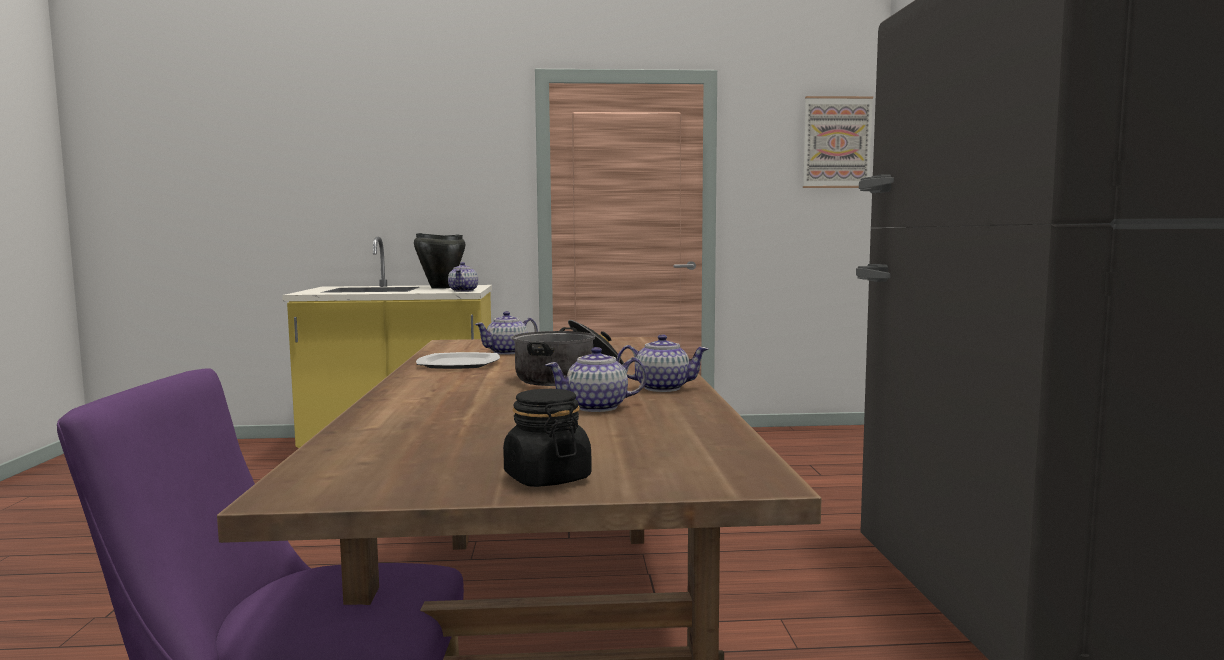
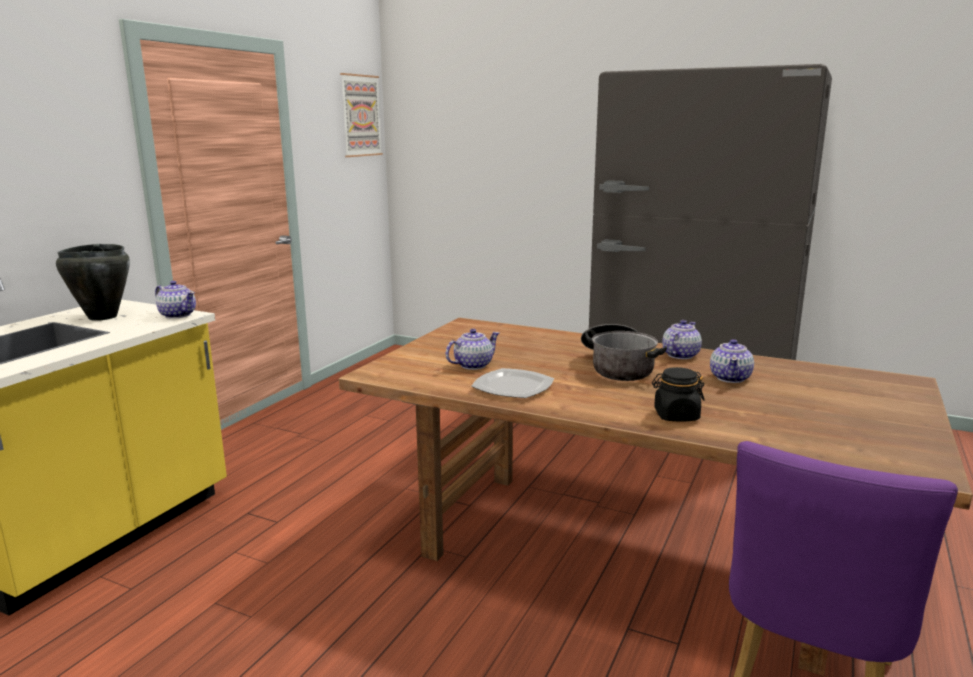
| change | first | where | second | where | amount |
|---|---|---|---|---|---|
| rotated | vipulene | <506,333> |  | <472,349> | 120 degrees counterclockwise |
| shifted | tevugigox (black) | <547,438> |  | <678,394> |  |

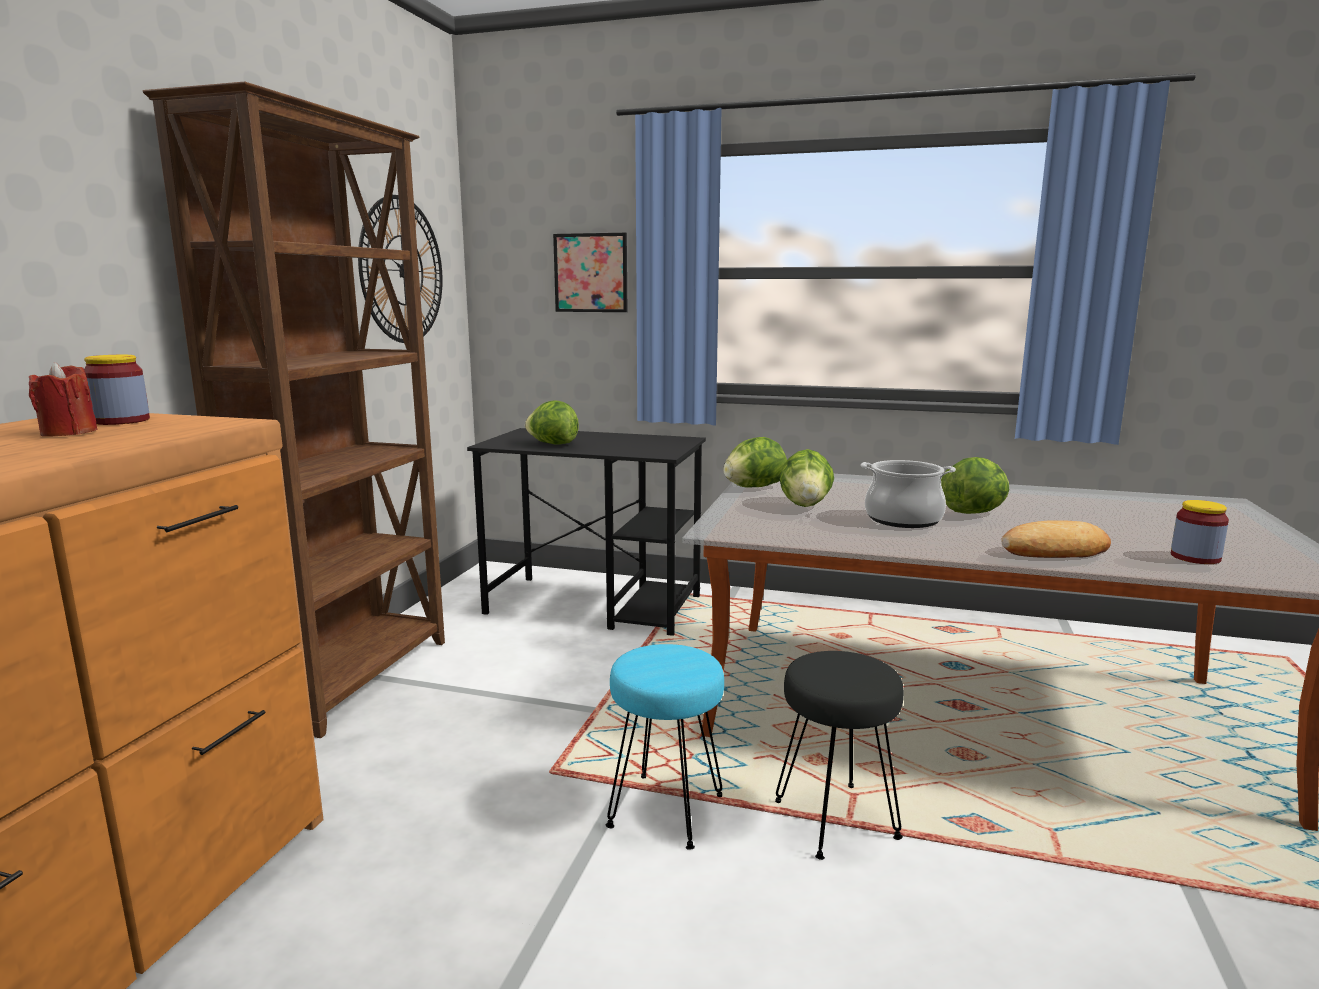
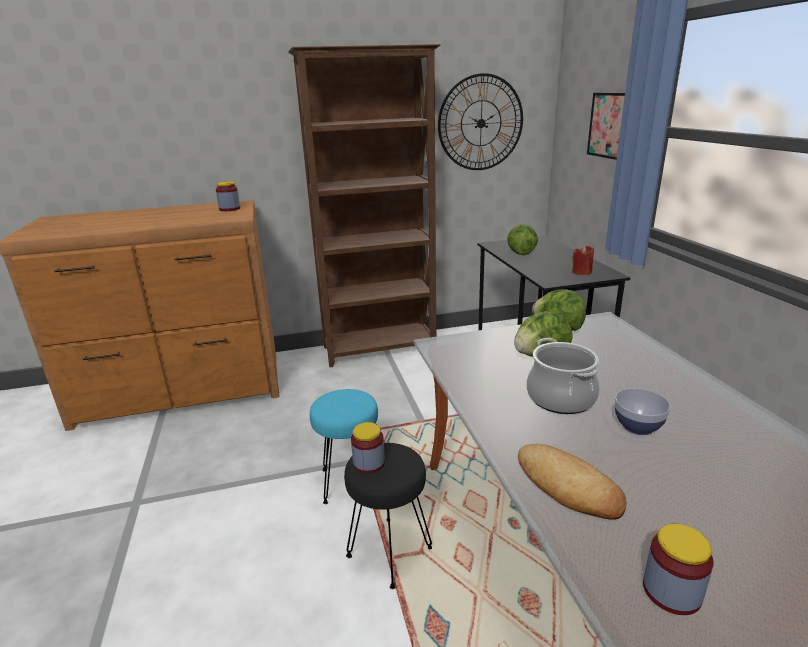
| change | first | where | second | where | amount |
|---|---|---|---|---|---|
| new |  |  | tevugigox | <368,448> |  |
| shifted | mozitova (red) | <63,399> |  | <583,260> |  |
| swapped | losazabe | <975,485> | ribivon | <642,411> |  |

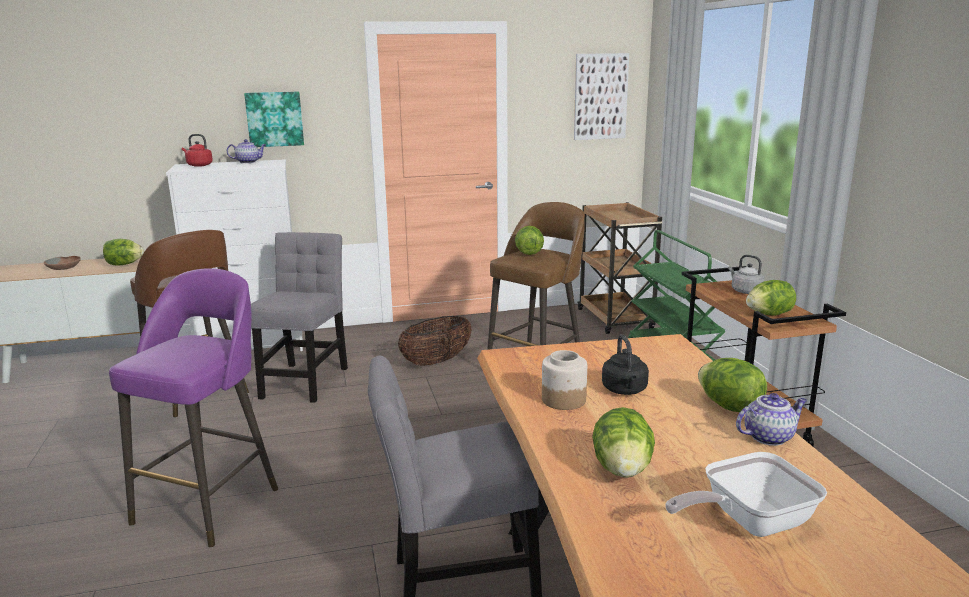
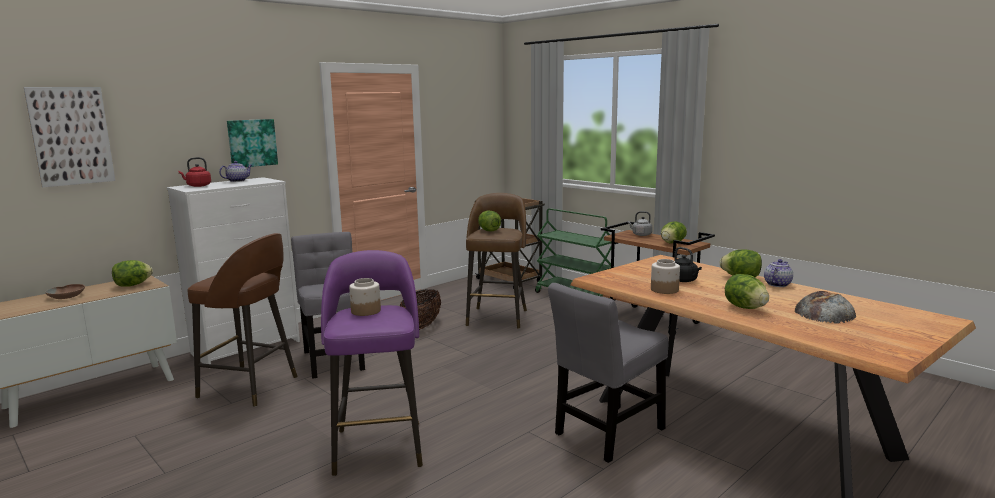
| change | first | where | second | where | amount |
|---|---|---|---|---|---|
| shifted | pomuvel | <601,96> |  | <69,137> |  |
| new |  |  | tevugigox | <365,297> |  |
| swapped | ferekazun | <746,494> | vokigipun | <825,307> |  |

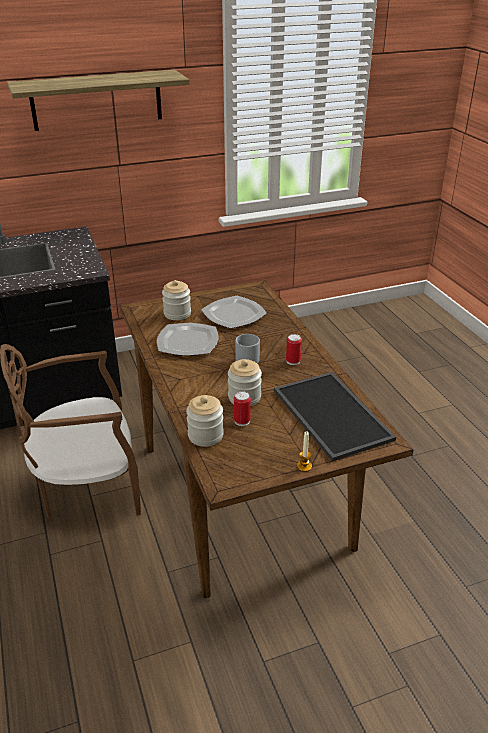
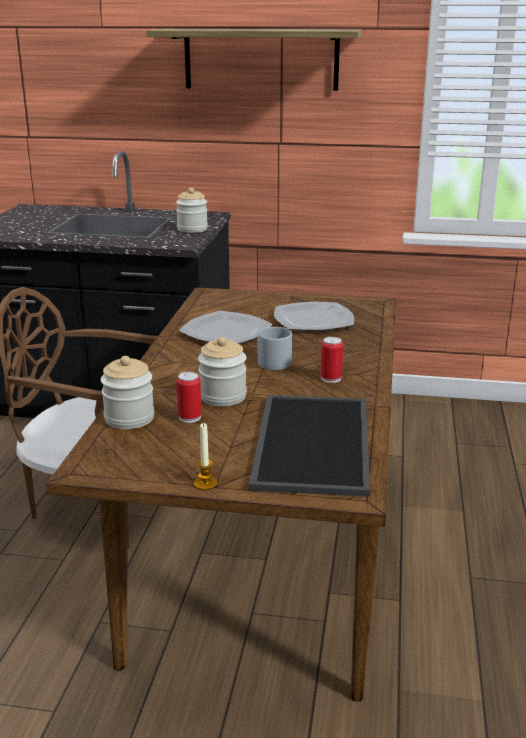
| change | first | where | second | where | amount |
|---|---|---|---|---|---|
| shifted | tevugigox | <176,300> |  | <192,210> |  |

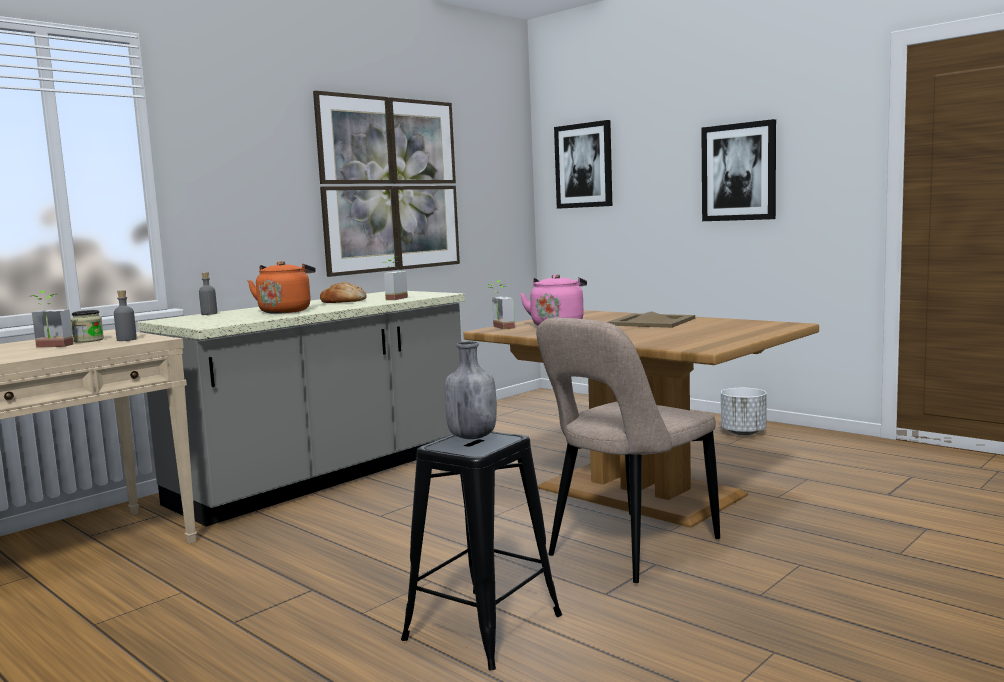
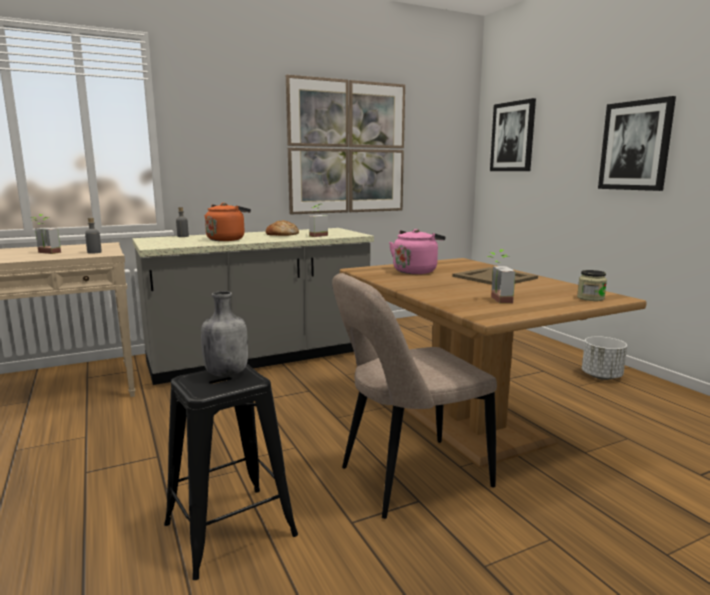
| change | first | where | second | where | amount |
|---|---|---|---|---|---|
| shifted | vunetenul | <501,304> |  | <501,276> |  |
| shifted | tevugigox | <87,326> |  | <592,285> |  |

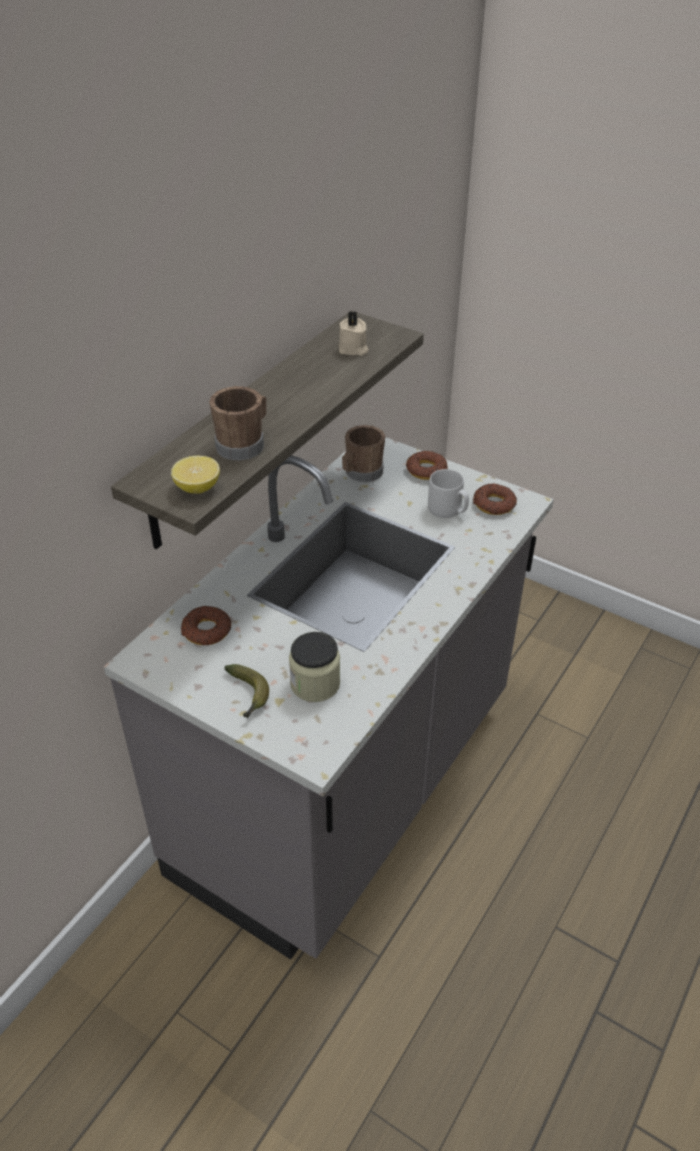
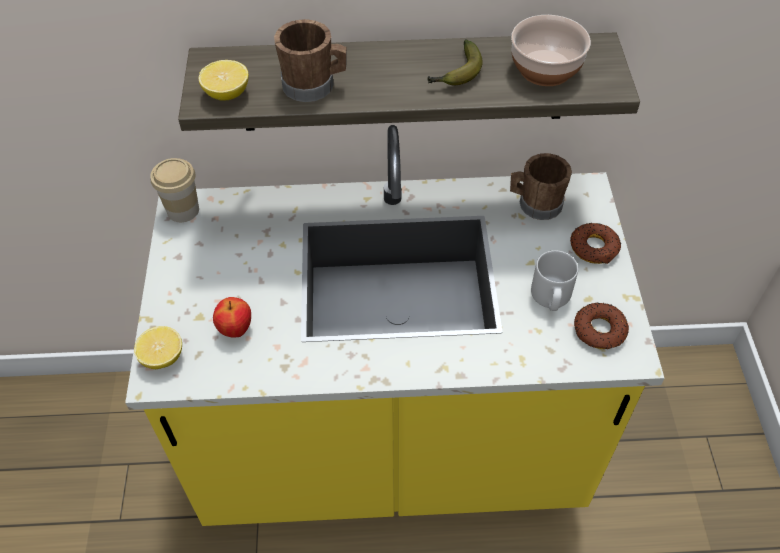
| change | first | where | second | where | amount |
|---|---|---|---|---|---|
| repainted | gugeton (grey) | <329,698> | gugeton (yellow) | <394,325> |  |
| new |  |  | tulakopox | <158,347> |  |
| new |  |  | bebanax | <174,190> |  |
| swapped | tevugigox | <314,667> | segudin | <232,317> |  |
| shifted | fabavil | <246,691> |  | <455,62> |  |
| swapped | mozitova (beige) | <353,333> | ribivon | <551,50> |  |
| gone | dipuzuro | <206,625> |  |  |  |

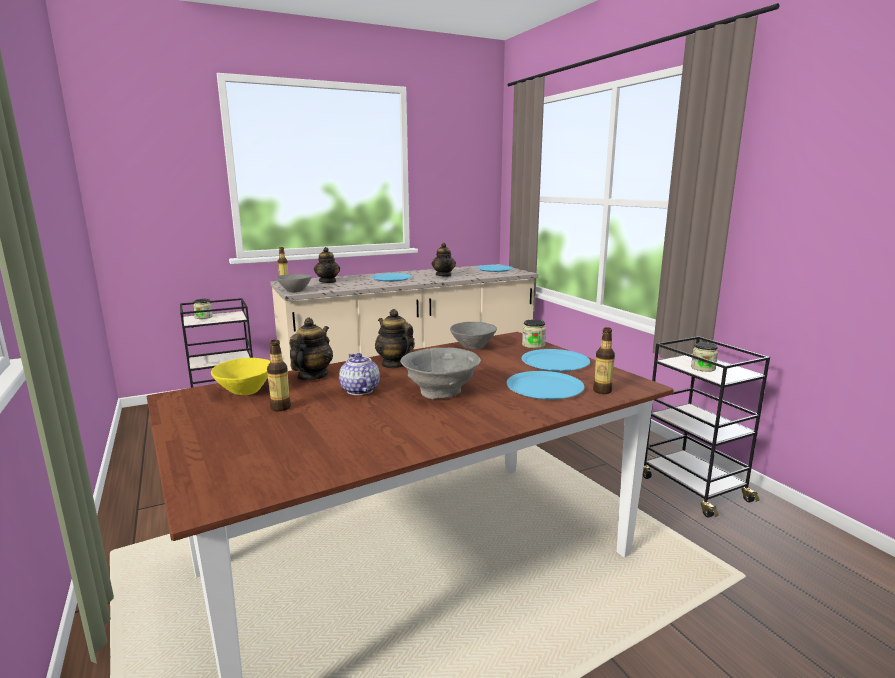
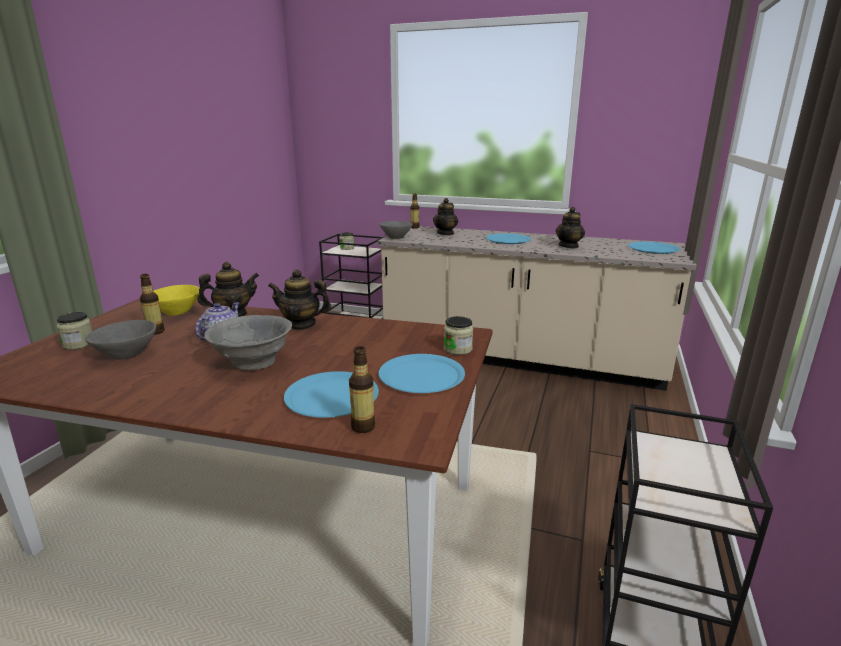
| change | first | where | second | where | amount |
|---|---|---|---|---|---|
| shifted | tevugigox | <704,357> |  | <74,331> |  |
| shifted | ribivon (grey) | <473,336> |  | <120,340> |  |
| rotated | vipulene | <395,339> |  | <299,299> | 90 degrees counterclockwise |

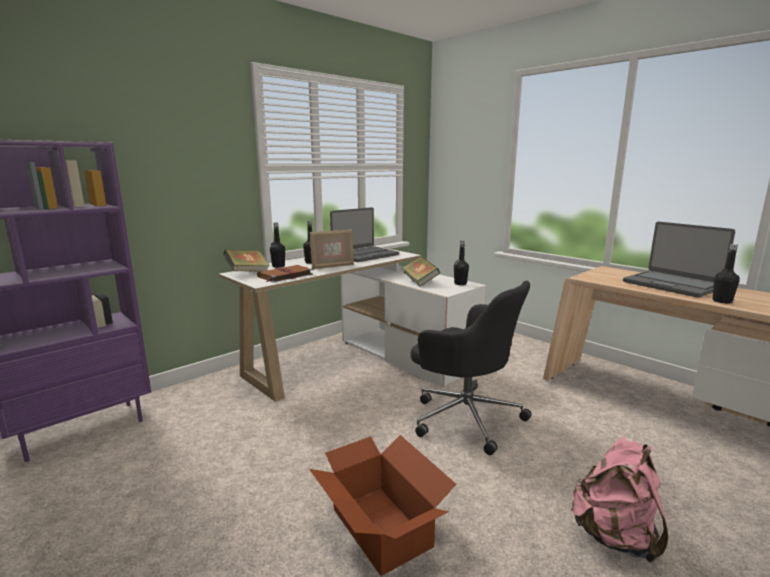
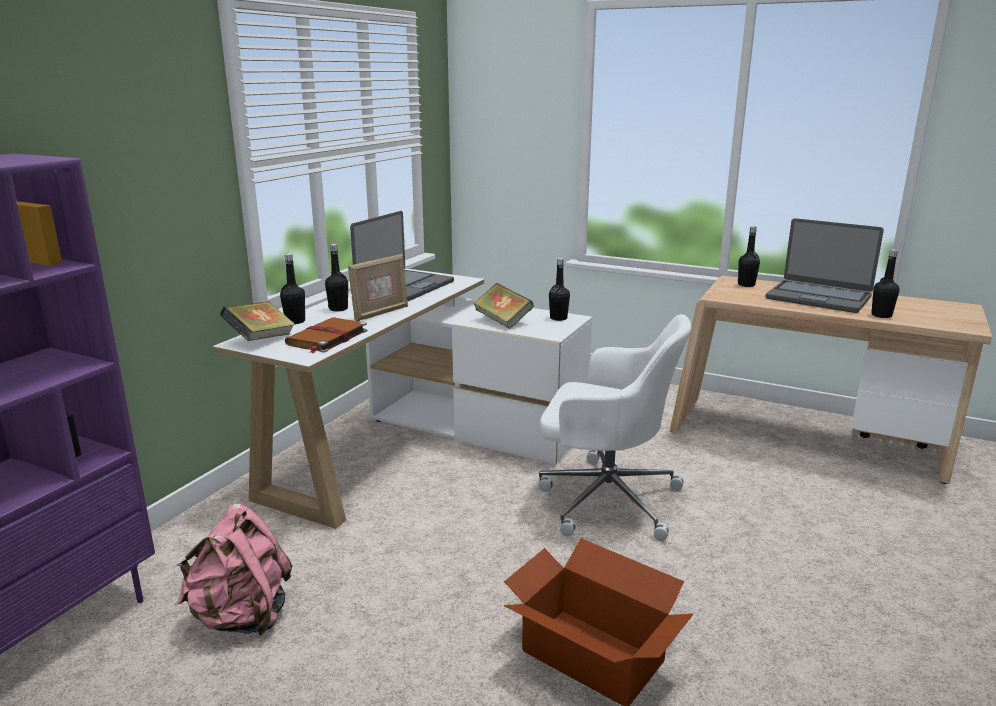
| change | first | where | second | where | amount |
|---|---|---|---|---|---|
| shifted | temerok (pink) | <619,500> |  | <234,570> |  |
| repainted | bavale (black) | <471,368> | bavale (white) | <615,427> |  |
| new |  |  | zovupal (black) | <749,256> |  |

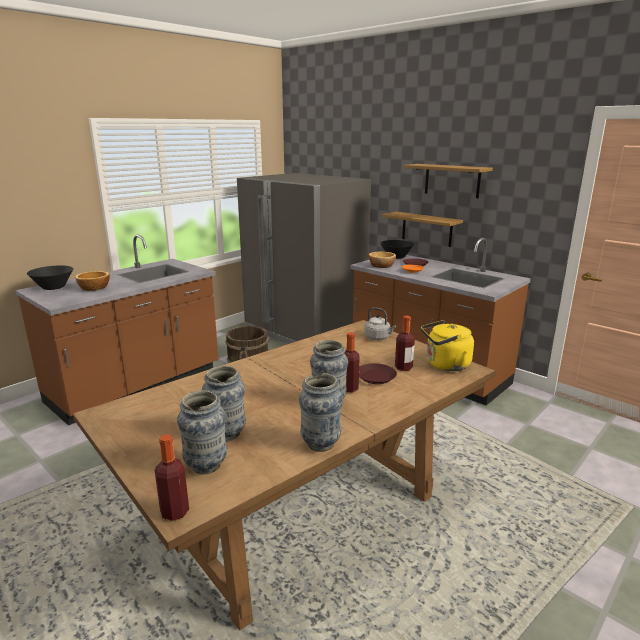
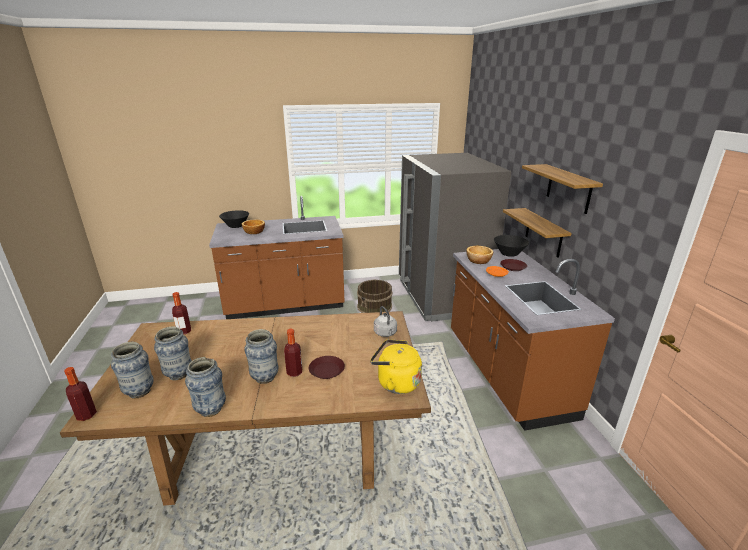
| change | first | where | second | where | amount |
|---|---|---|---|---|---|
| shifted | zovupal | <405,343> |  | <181,313> |  |

